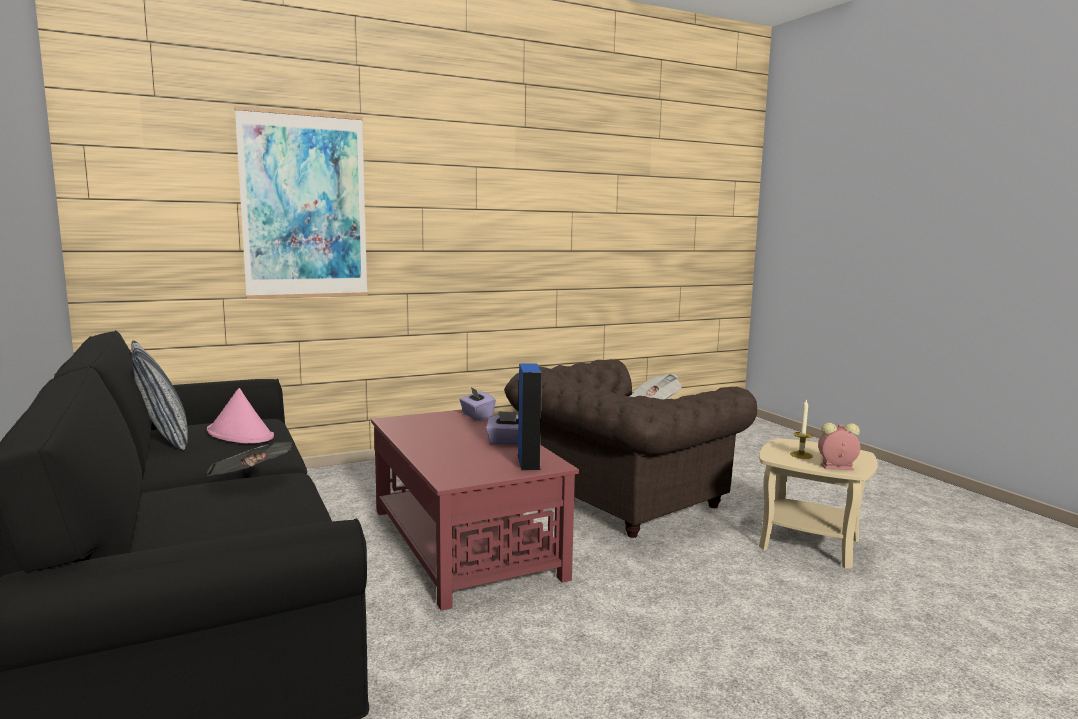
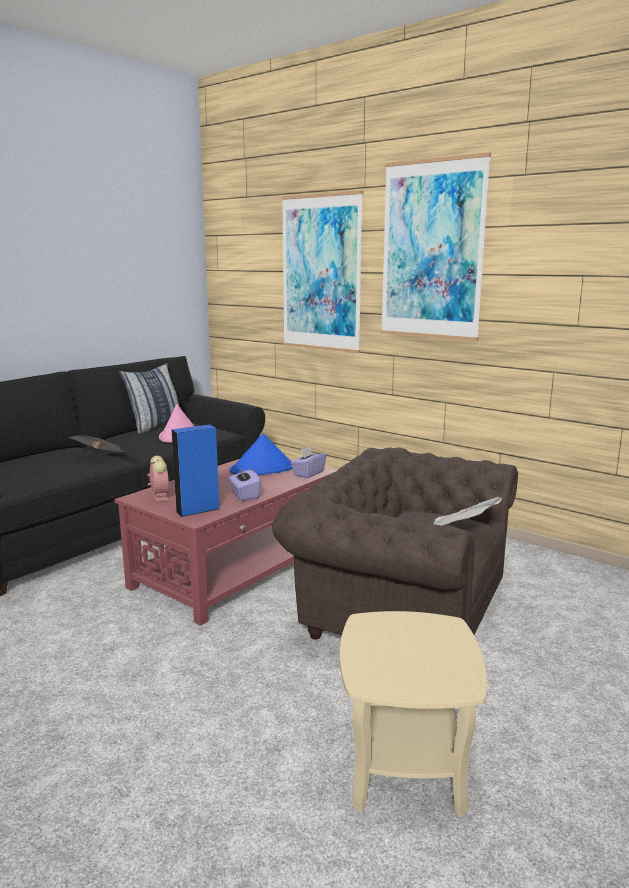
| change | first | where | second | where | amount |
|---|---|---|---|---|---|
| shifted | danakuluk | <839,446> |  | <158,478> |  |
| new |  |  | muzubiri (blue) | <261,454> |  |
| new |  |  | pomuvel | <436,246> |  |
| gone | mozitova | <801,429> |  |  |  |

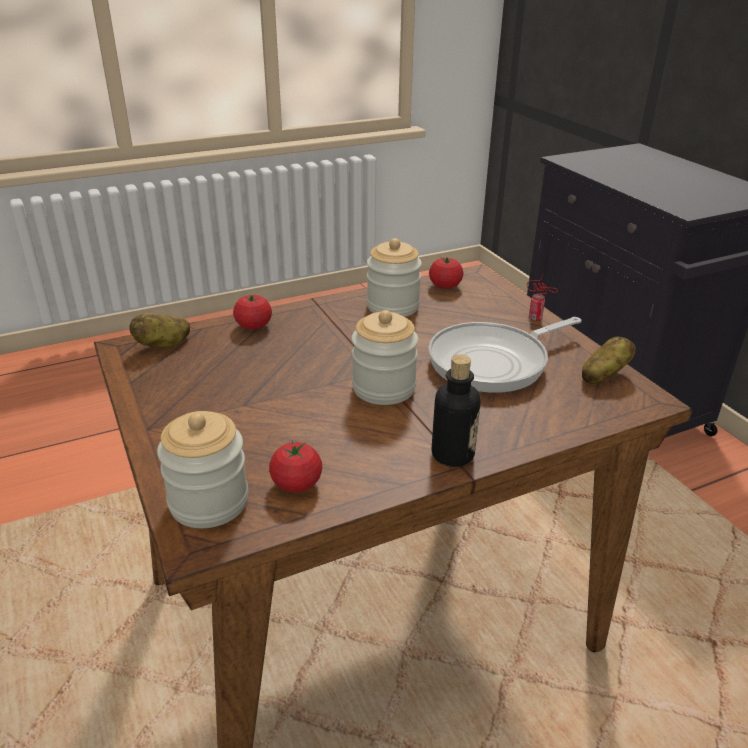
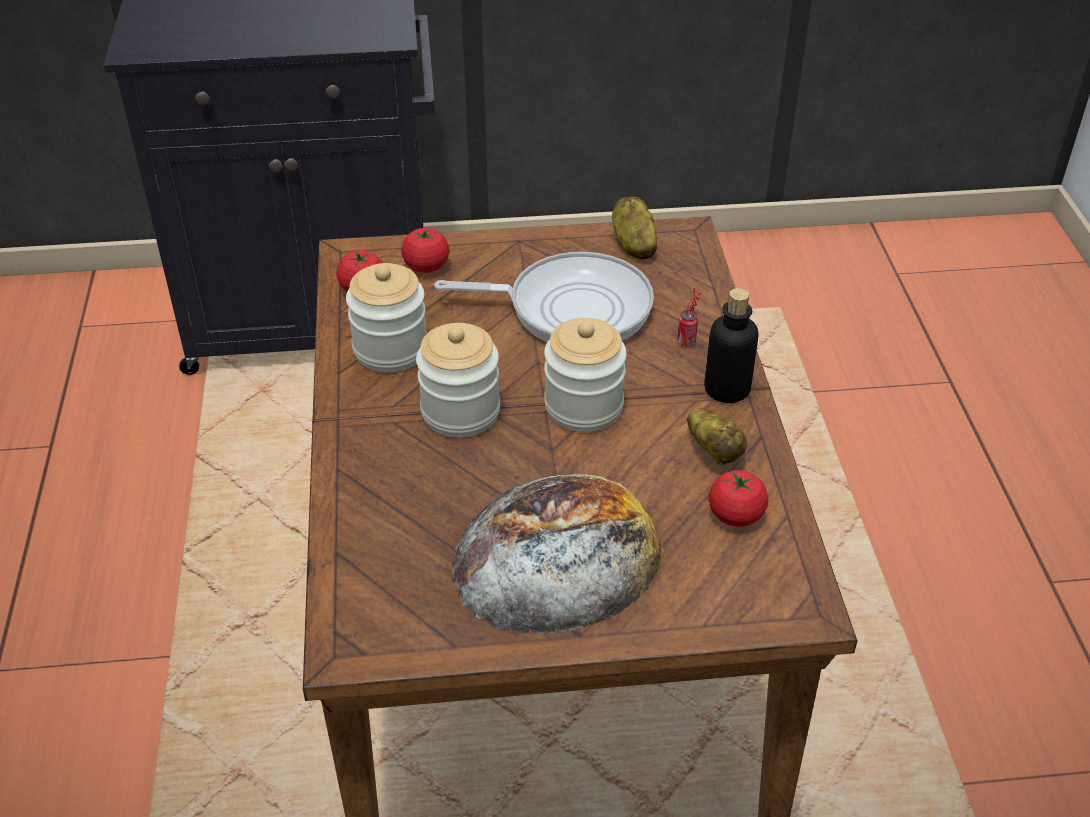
| change | first | where | second | where | amount |
|---|---|---|---|---|---|
| shifted | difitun | <252,312> |  | <425,250> |  |
| shifted | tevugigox | <202,469> |  | <458,380> |  |
| rotated | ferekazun | <505,355> |  | <544,297> | 75 degrees counterclockwise |
| new |  |  | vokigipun | <557,554> |  |
| shifted | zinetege | <542,297> |  | <688,317> |  |
| shifted | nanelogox | <159,330> |  | <717,437> |  |

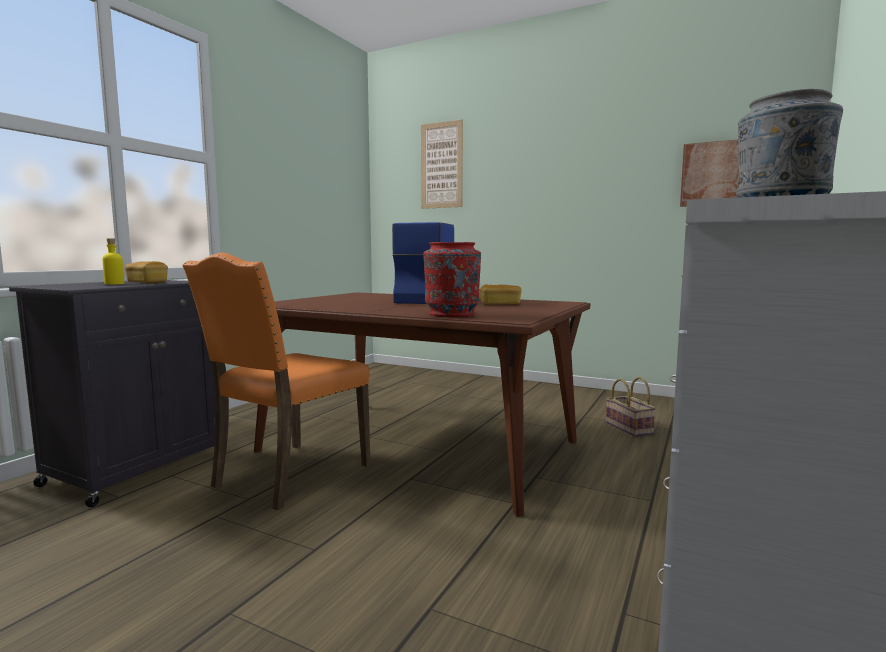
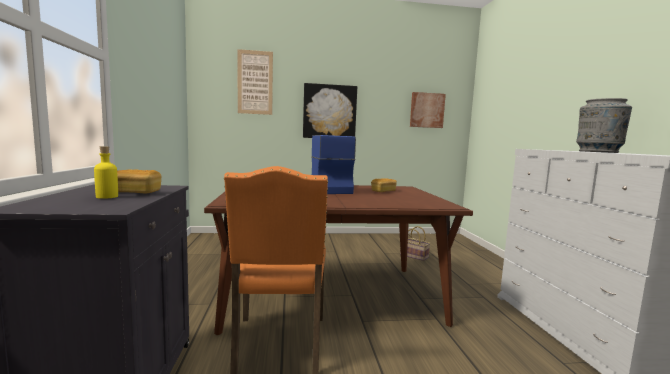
| change | first | where | second | where | amount |
|---|---|---|---|---|---|
| new |  |  | pomuvel | <330,110> |  |
| gone | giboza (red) | <452,279> |  |  |  |

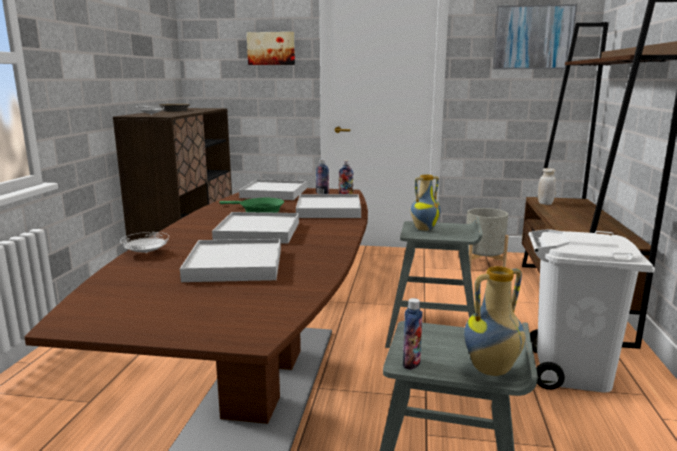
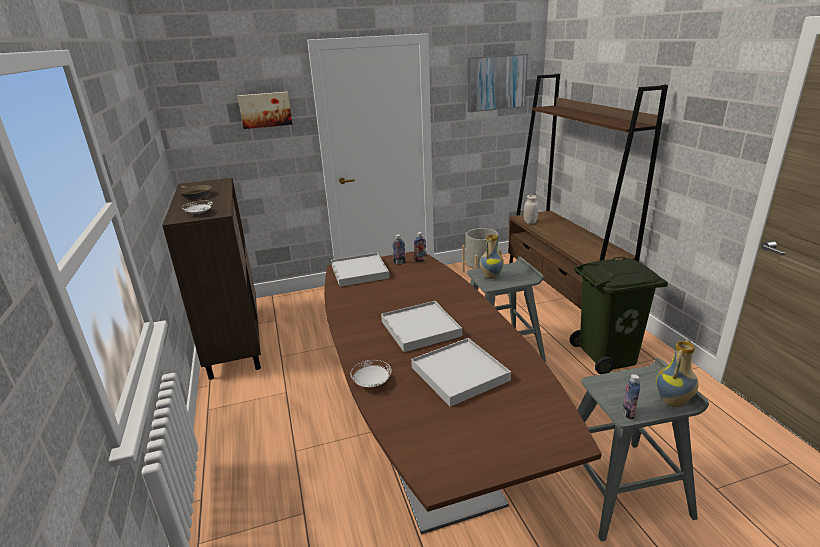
| change | first | where | second | where | amount |
|---|---|---|---|---|---|
| repainted | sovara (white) | <591,310> | sovara (green) | <618,315> |  |
| gone | ferekazun (green) | <251,205> |  |  |  |
| gone | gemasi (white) | <328,206> |  |  |  |

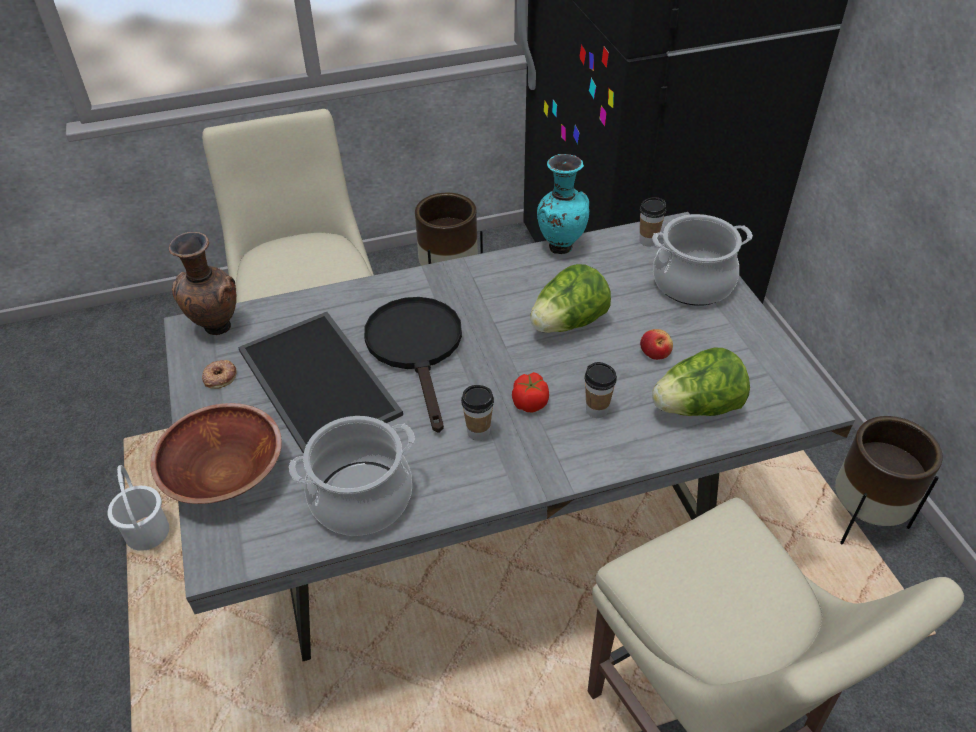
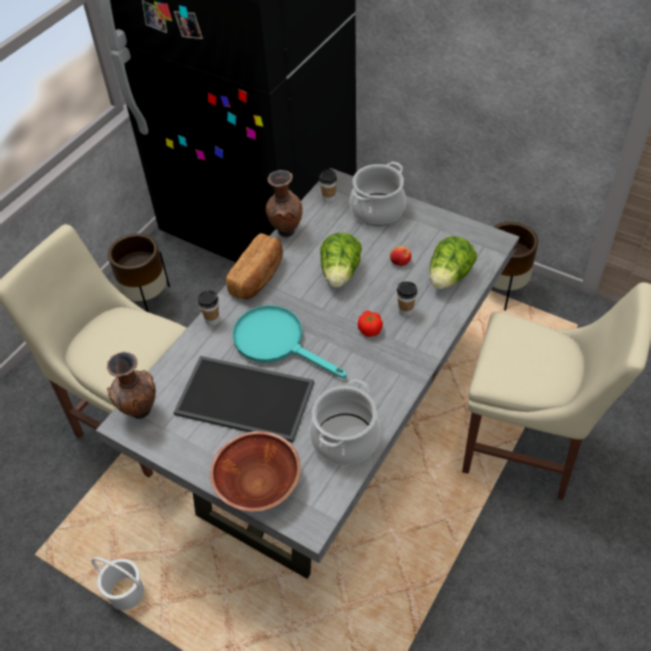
| change | first | where | second | where | amount |
|---|---|---|---|---|---|
| shifted | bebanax | <477,413> |  | <208,307> |  |
| new |  |  | vokigipun | <254,266> |  |
| repainted | ferekazun (black) | <413,365> | ferekazun (turquoise) | <289,341> |  |
| repainted | giboza (turquoise) | <563,204> | giboza (brown) | <284,203> |  |
| gone | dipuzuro | <219,374> |  |  |  |

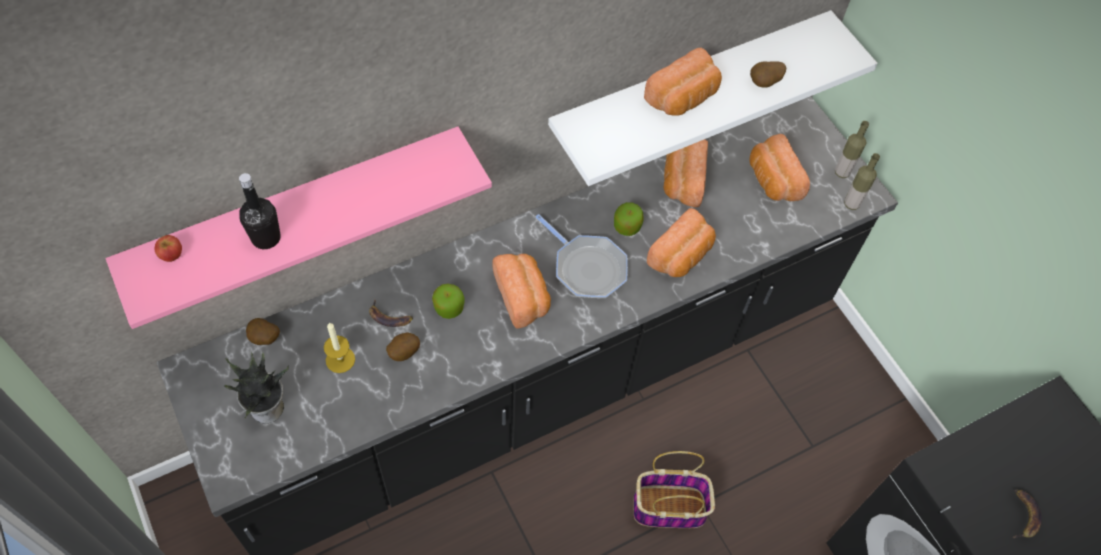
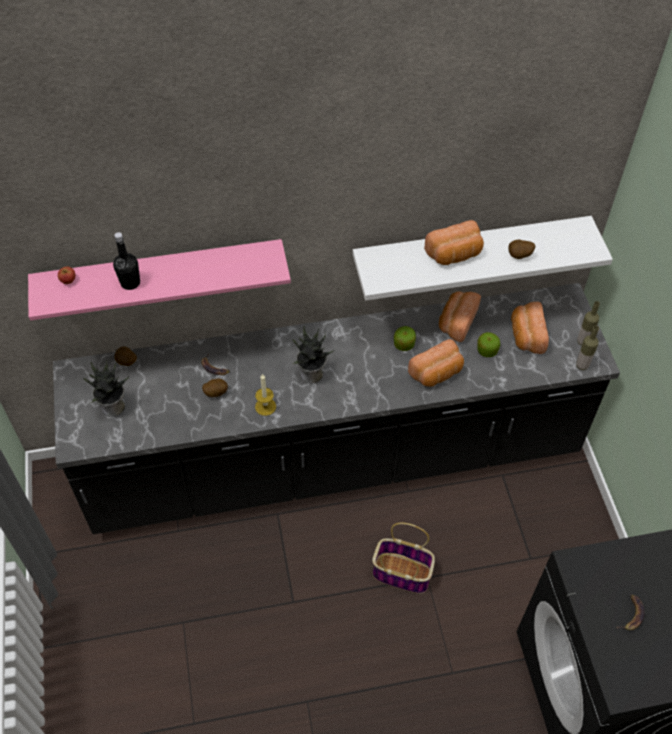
| change | first | where | second | where | amount |
|---|---|---|---|---|---|
| shifted | mozitova | <339,347> |  | <265,395> |  |
| swapped | vokigipun | <521,291> | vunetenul | <313,355> |  |
| shifted | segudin | <448,301> |  | <488,344> |  |
| gone | ferekazun | <582,256> |  |  |  |

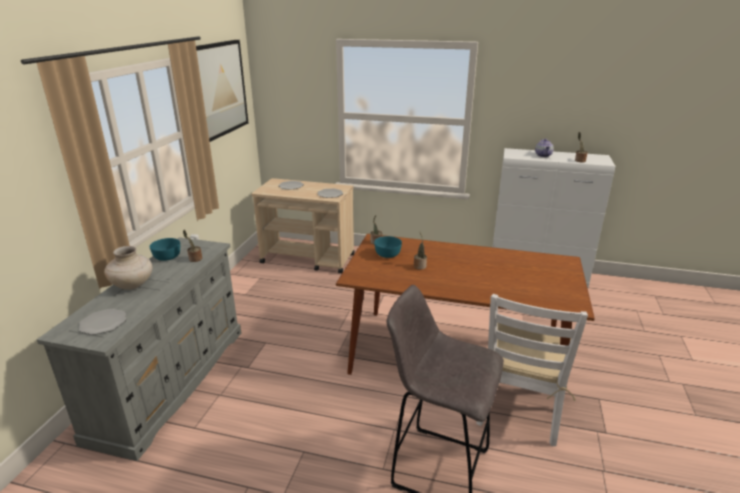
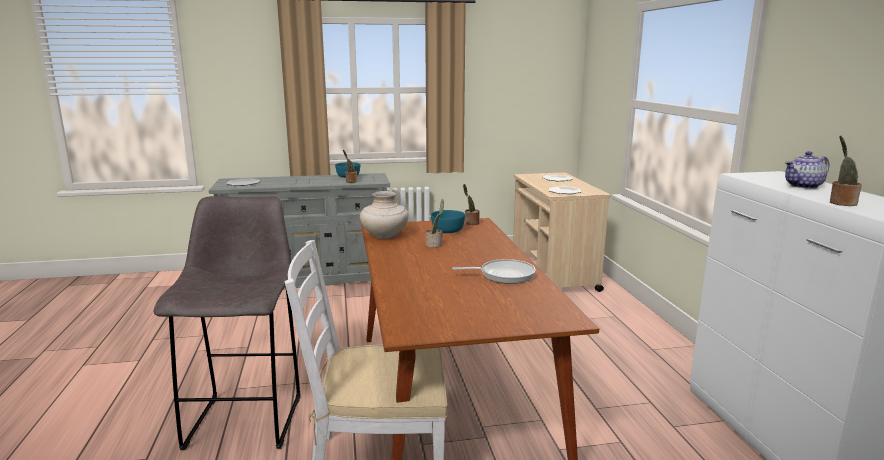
| change | first | where | second | where | amount |
|---|---|---|---|---|---|
| shifted | giboza (beige) | <128,268> |  | <384,215> |  |
| new |  |  | ferekazun | <494,271> |  |
| gone | pomuvel | <222,91> |  |  |  |

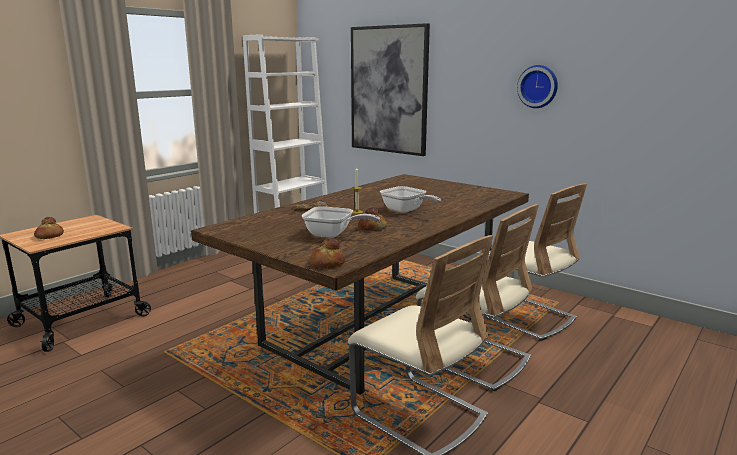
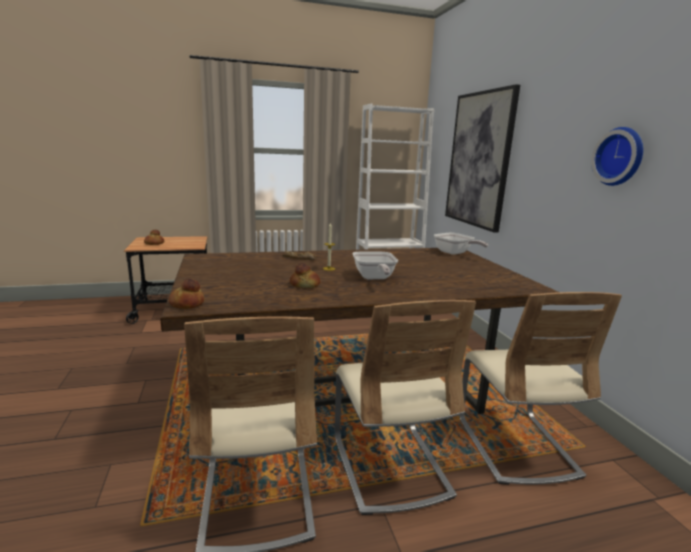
| change | first | where | second | where | amount |
|---|---|---|---|---|---|
| shifted | ferekazun | <340,222> |  | <461,244> |  |

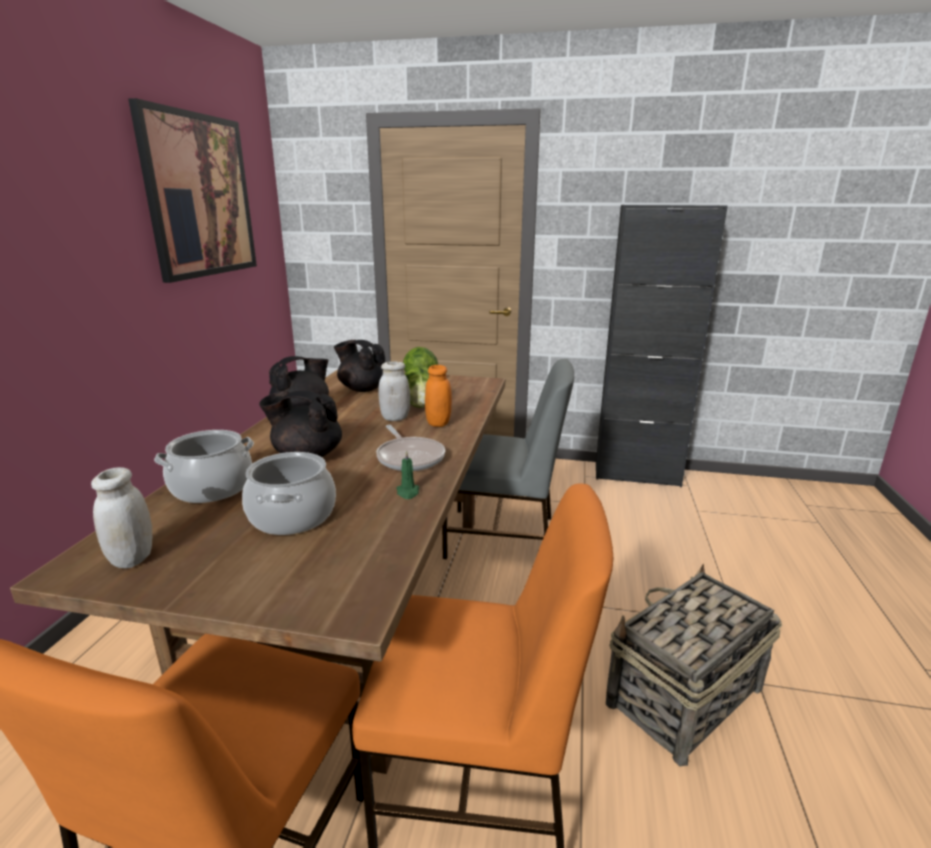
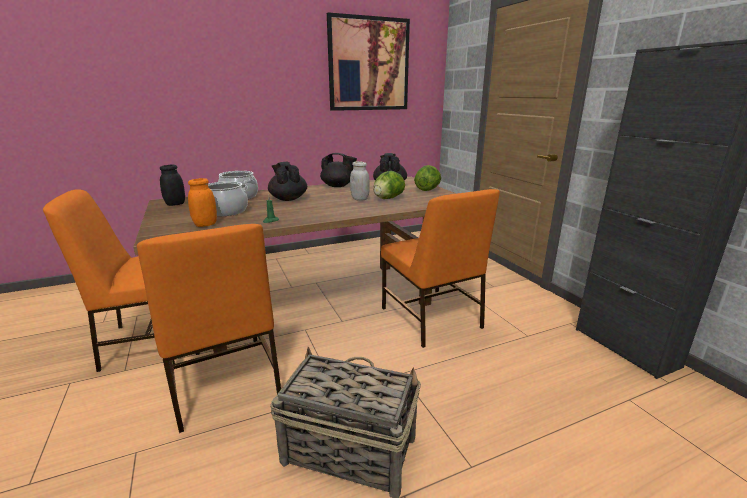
| change | first | where | second | where | amount |
|---|---|---|---|---|---|
| repainted | tevugigox (white) | <121,517> | tevugigox (black) | <172,185> |  |
| shifted | tevugigox (orange) | <438,396> |  | <202,202> |  |
| repainted | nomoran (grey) | <508,459> | nomoran (orange) | <440,268> |  |
| gone | ferekazun | <410,448> |  |  |  |

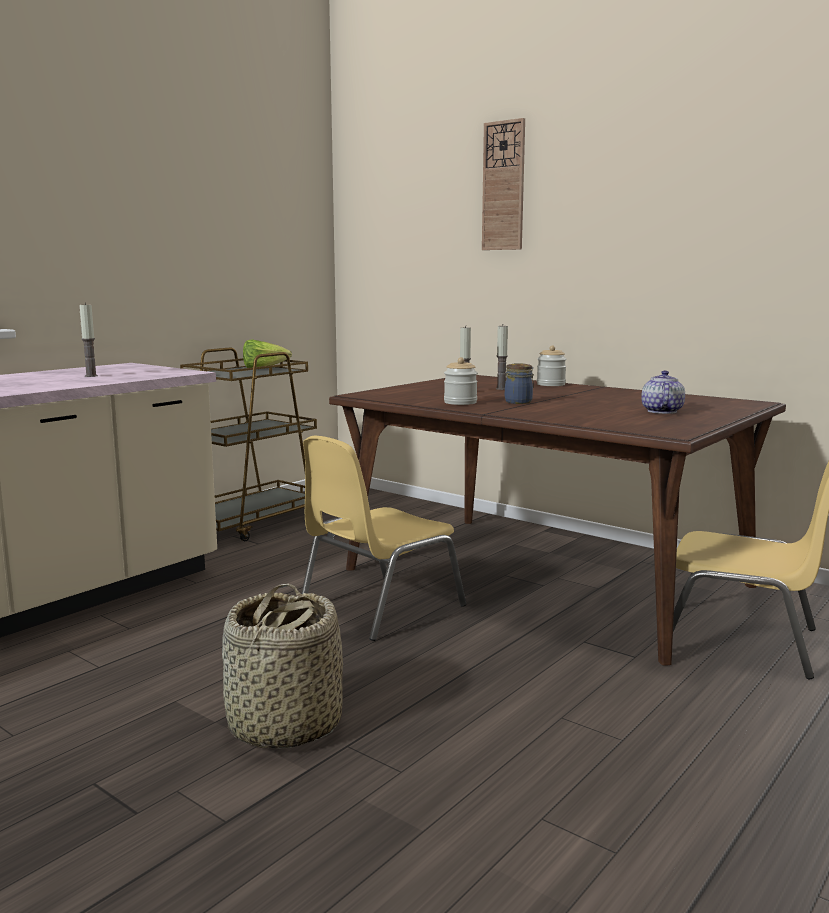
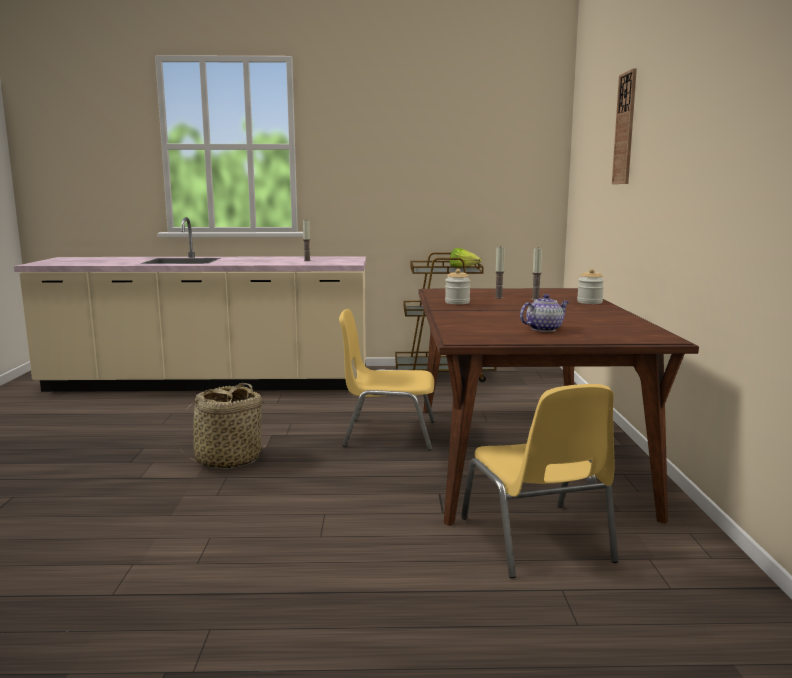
| change | first | where | second | where | amount |
|---|---|---|---|---|---|
| gone | tevugigox | <519,383> |  |  |  |

